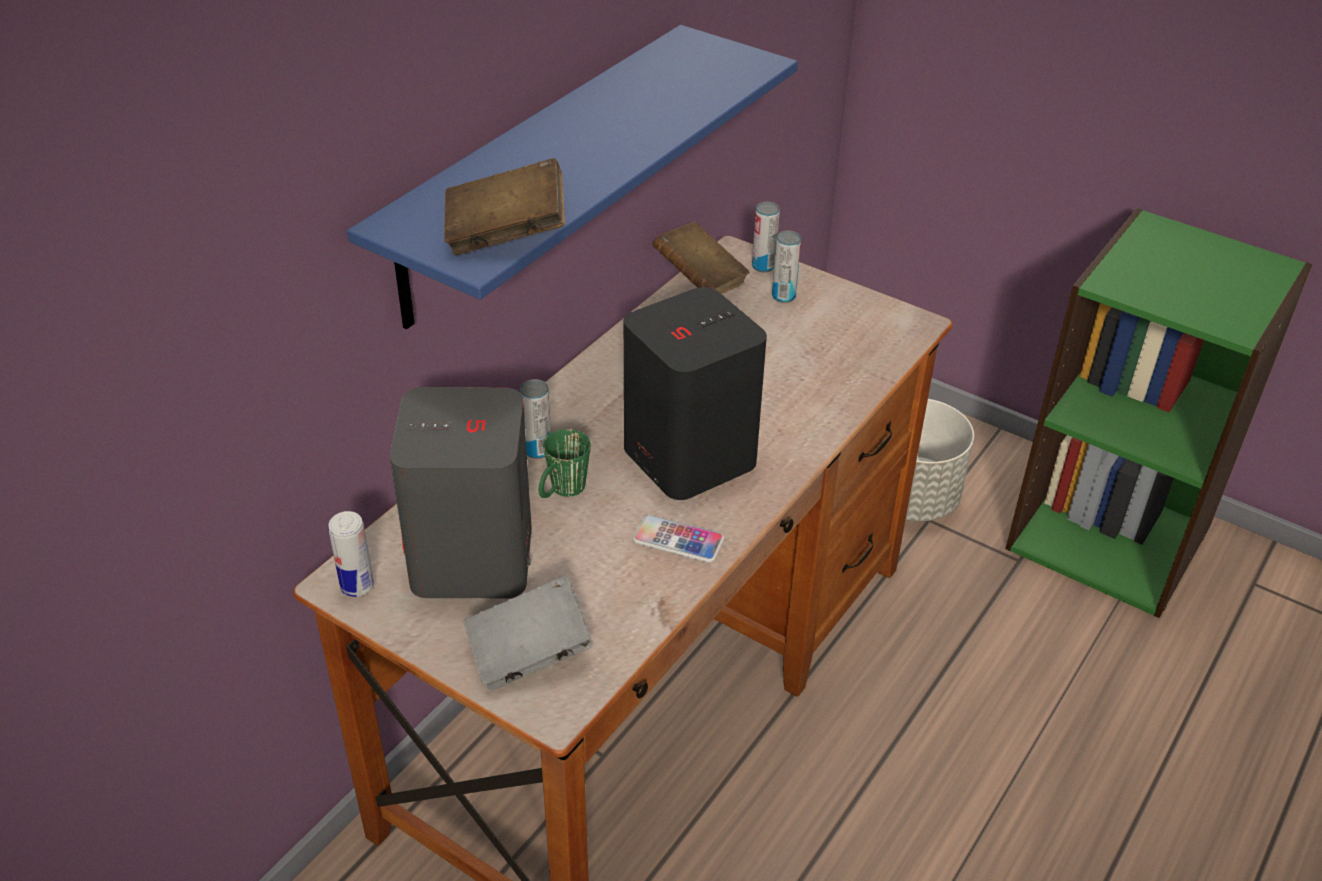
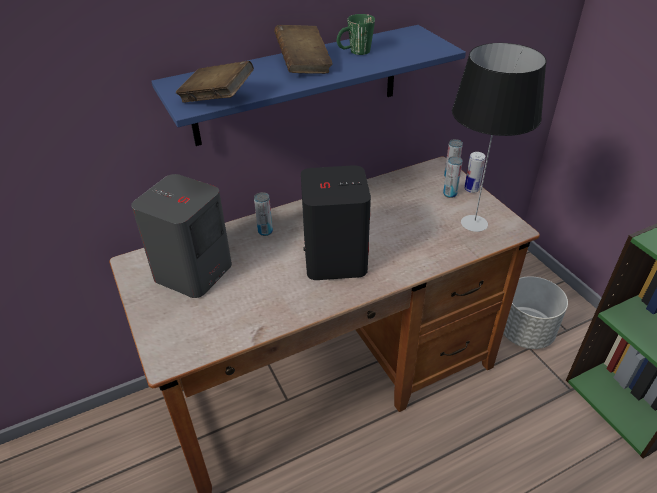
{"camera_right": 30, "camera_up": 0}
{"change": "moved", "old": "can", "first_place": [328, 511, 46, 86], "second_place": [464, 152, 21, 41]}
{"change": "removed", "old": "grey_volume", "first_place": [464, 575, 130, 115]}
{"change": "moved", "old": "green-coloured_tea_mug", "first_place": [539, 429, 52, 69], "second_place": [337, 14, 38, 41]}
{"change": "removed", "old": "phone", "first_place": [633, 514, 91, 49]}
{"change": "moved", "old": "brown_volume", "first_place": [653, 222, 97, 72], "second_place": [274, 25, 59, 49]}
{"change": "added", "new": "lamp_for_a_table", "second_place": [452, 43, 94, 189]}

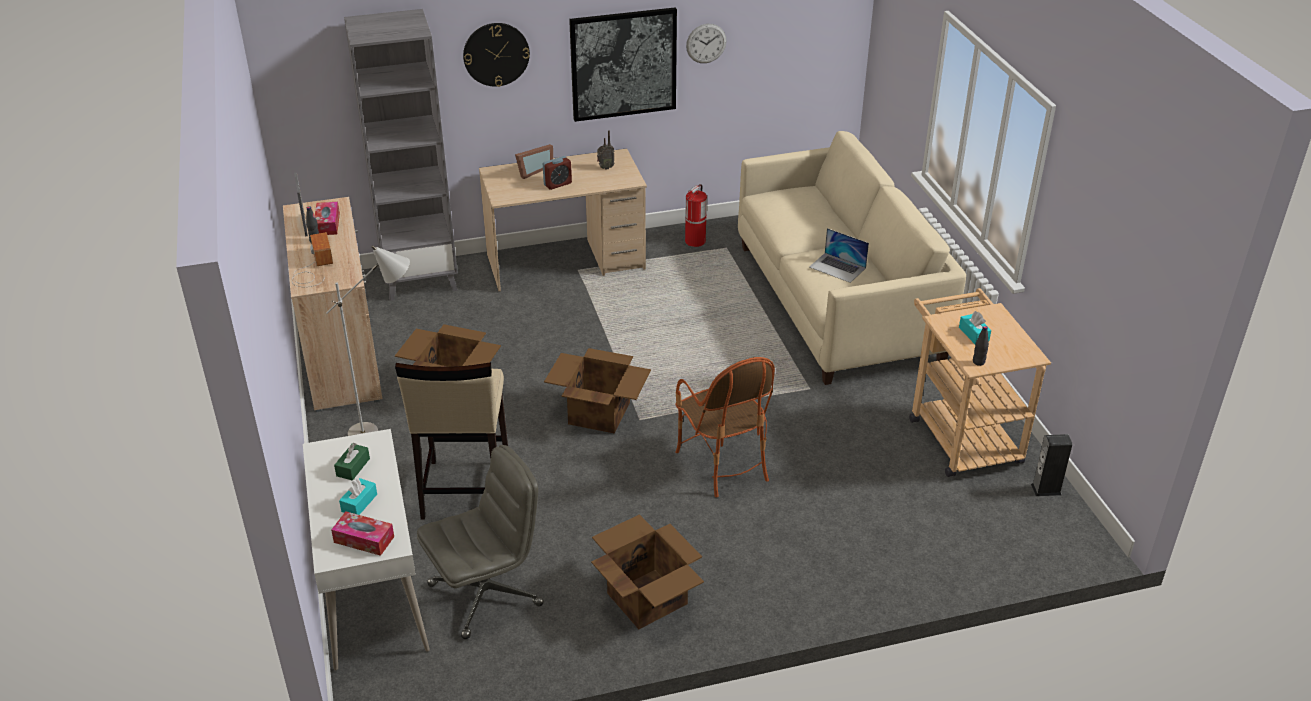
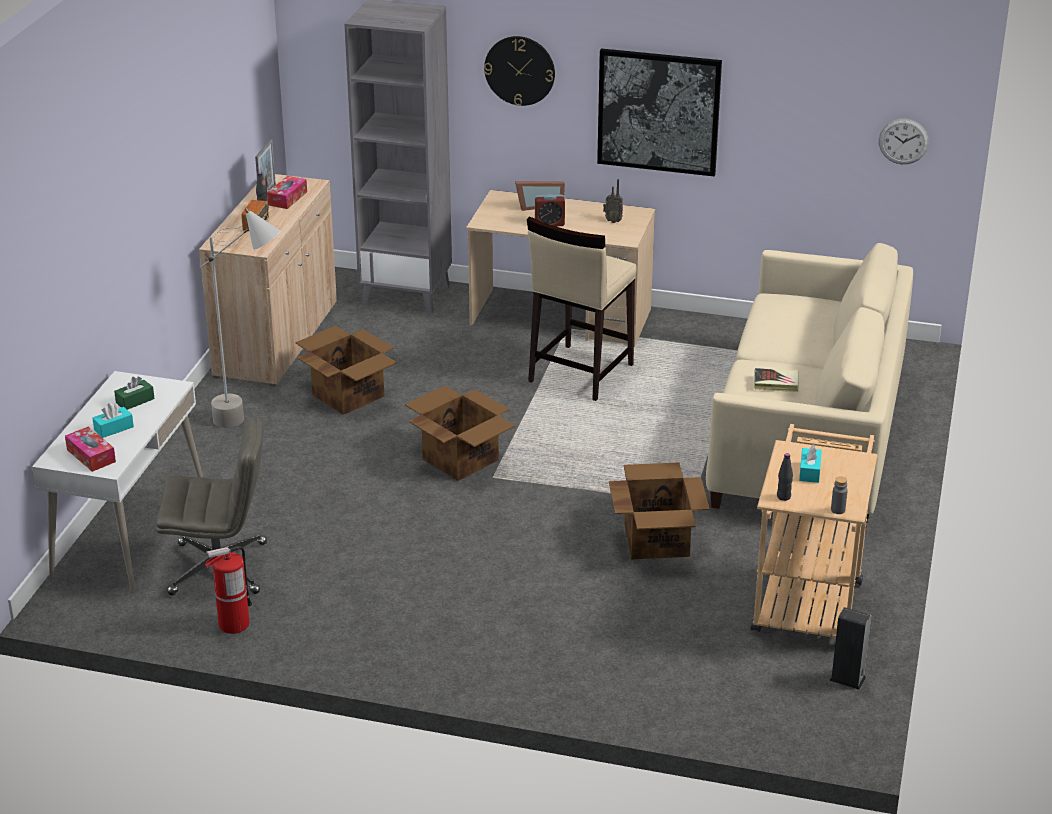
{"camera_right": 30, "camera_up": -5}
{"change": "moved", "old": "sand-coloured_stool_seat", "first_place": [395, 362, 113, 157], "second_place": [527, 216, 110, 185]}
{"change": "moved", "old": "cardboard_box", "first_place": [591, 514, 113, 115], "second_place": [609, 462, 101, 97]}
{"change": "removed", "old": "lounge_chair", "first_place": [675, 357, 100, 141]}
{"change": "moved", "old": "fire_extinguisher", "first_place": [685, 184, 22, 63], "second_place": [205, 547, 47, 87]}
{"change": "moved", "old": "hanging_clock", "first_place": [686, 24, 41, 39], "second_place": [879, 119, 50, 45]}
{"change": "replaced", "old": "notebook_computer", "new": "volume", "first_place": [809, 228, 60, 55], "second_place": [754, 368, 45, 24]}
{"change": "added", "new": "grey_bottle", "second_place": [831, 476, 17, 38]}

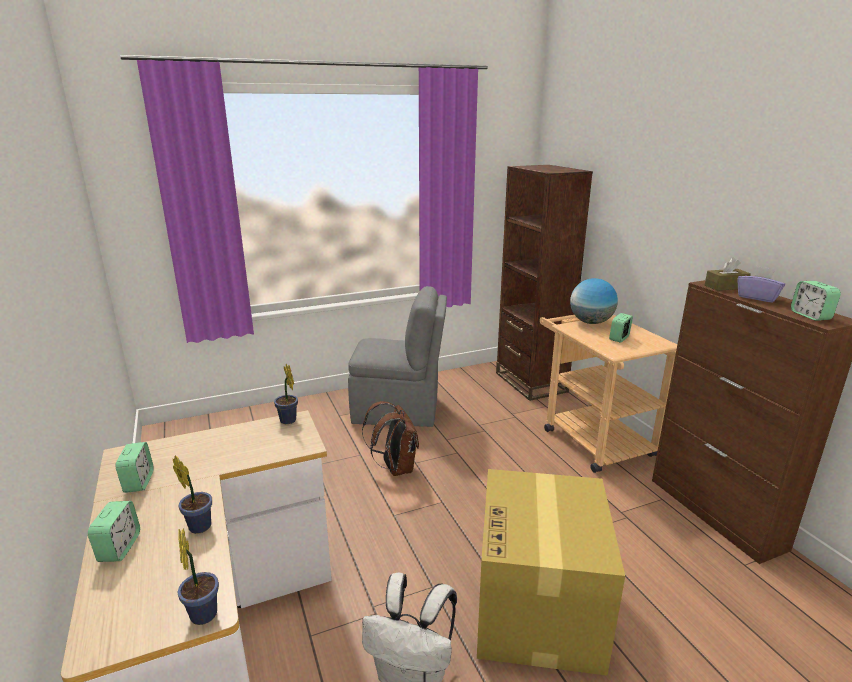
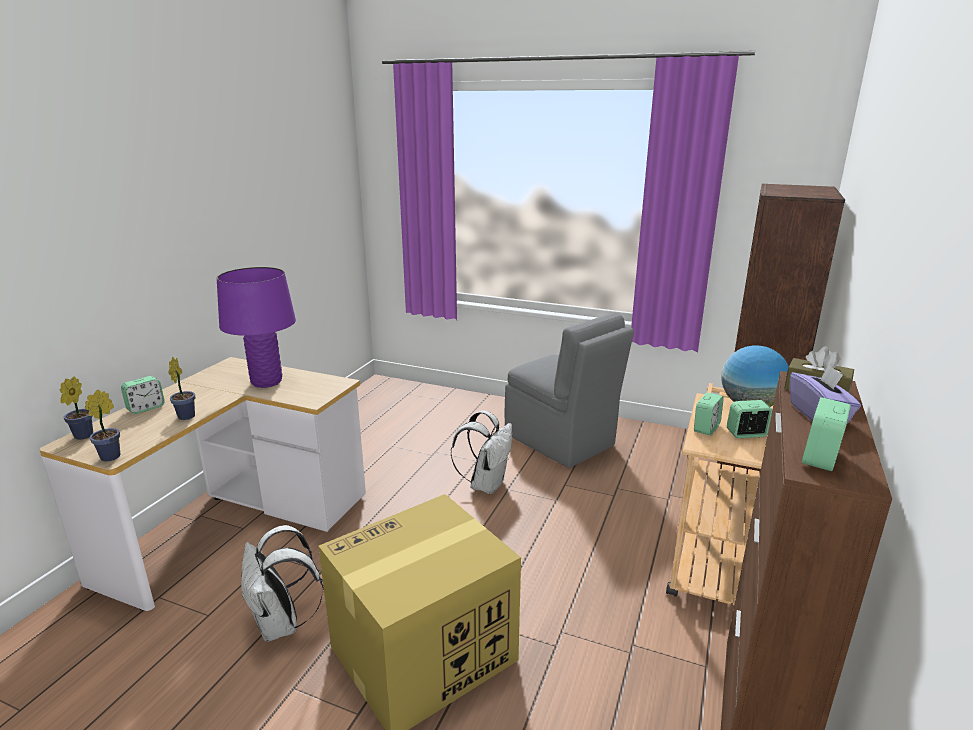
{"camera_right": 45, "camera_up": 0}
{"change": "moved", "old": "alarm_clock", "first_place": [116, 442, 38, 51], "second_place": [694, 393, 30, 42]}
{"change": "moved", "old": "houseplant", "first_place": [274, 364, 24, 60], "second_place": [60, 376, 33, 64]}
{"change": "recoloured", "old": "brown_rucksack", "new": "white_rucksack", "first_place": [362, 401, 57, 75], "second_place": [451, 410, 61, 84]}
{"change": "added", "new": "purple-coloured_lamp_for_a_table", "second_place": [217, 267, 79, 121]}

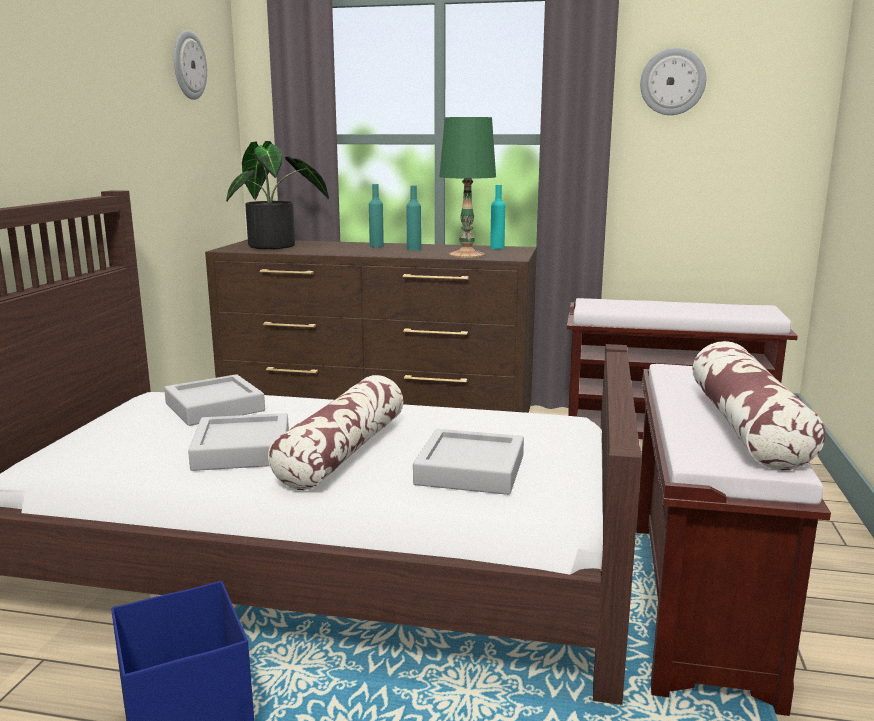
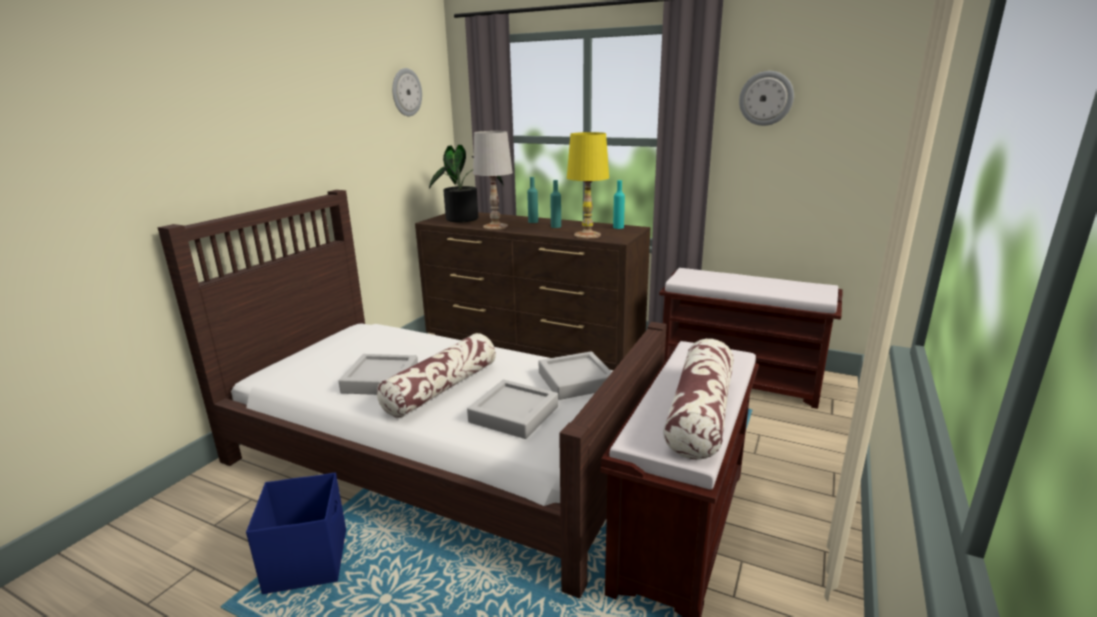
{"camera_right": 15, "camera_up": 5}
{"change": "moved", "old": "grey_tray", "first_place": [164, 374, 101, 52], "second_place": [538, 351, 74, 49]}
{"change": "recoloured", "old": "green-coloured_lamp_for_a_table", "new": "yellow_lamp_for_a_table", "first_place": [439, 117, 57, 141], "second_place": [567, 132, 42, 107]}
{"change": "added", "new": "white_lamp_for_a_table", "second_place": [473, 131, 40, 99]}

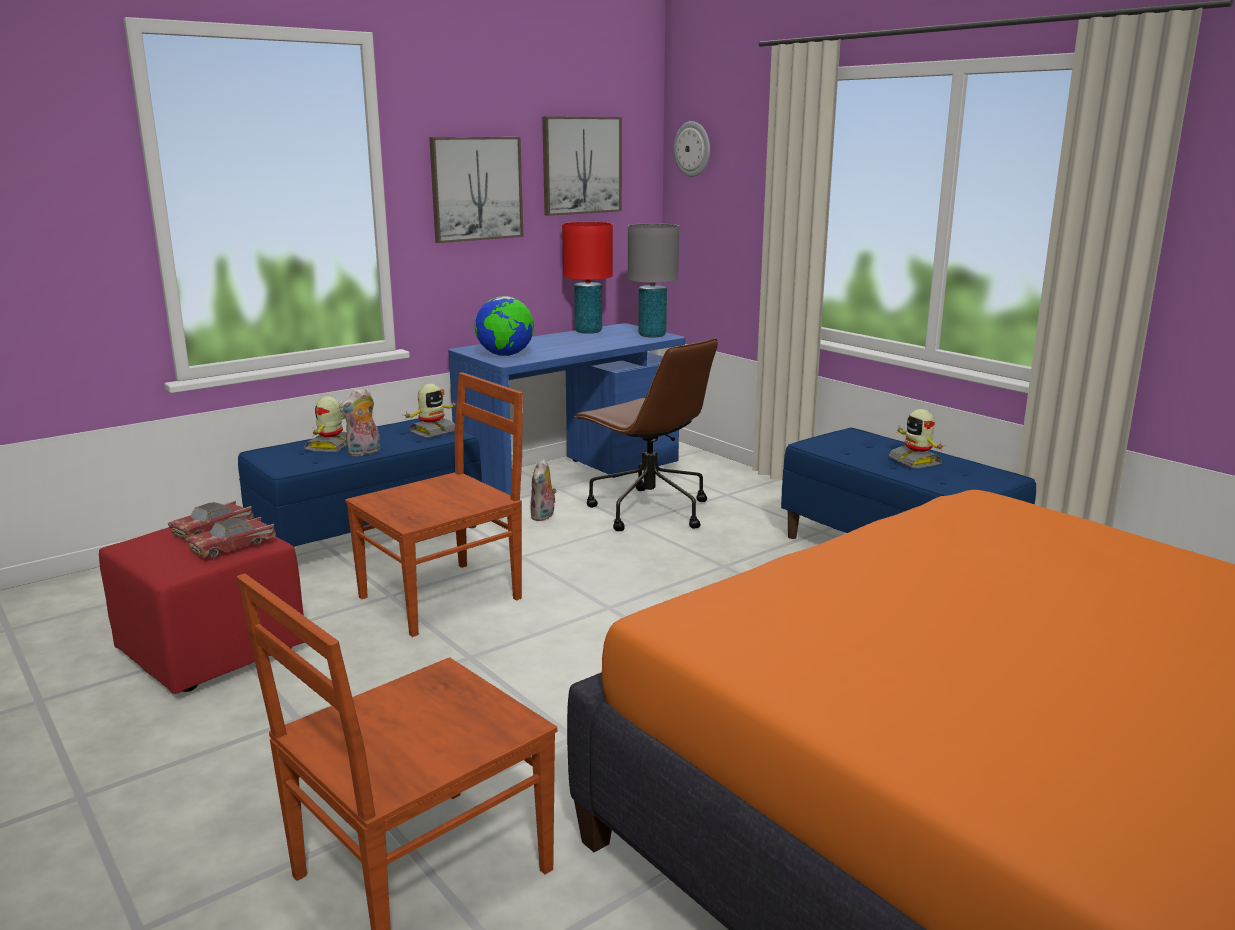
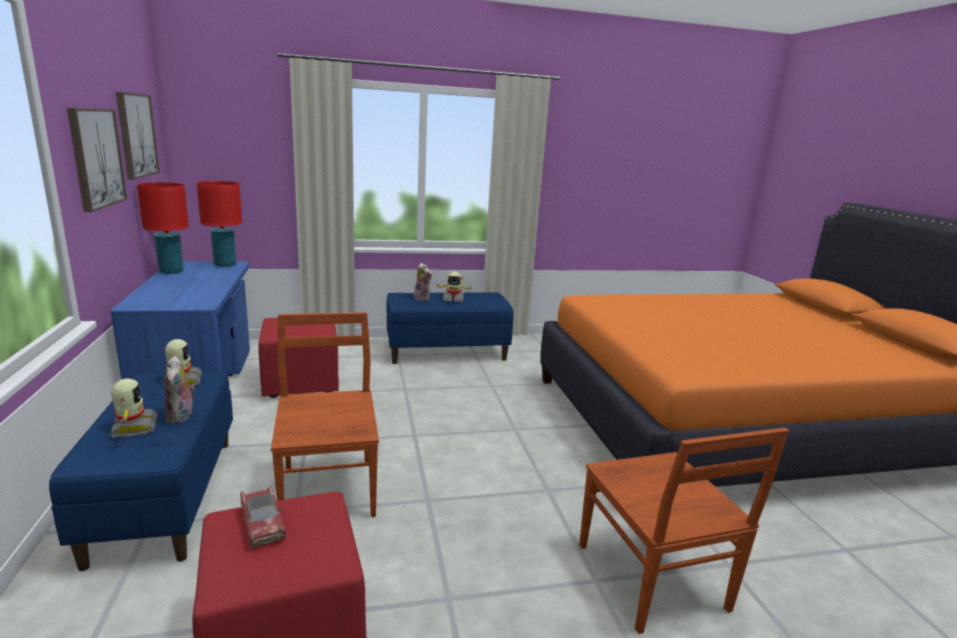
{"camera_right": -65, "camera_up": 0}
{"change": "removed", "old": "toy_car", "first_place": [185, 517, 91, 41]}
{"change": "turned", "old": "toy_robot", "first_place": [304, 396, 43, 56], "second_place": [110, 379, 48, 59], "degrees": -150}
{"change": "removed", "old": "world_globe", "first_place": [474, 296, 60, 60]}
{"change": "moved", "old": "soft_toy", "first_place": [530, 458, 27, 63], "second_place": [414, 263, 18, 38]}
{"change": "replaced", "old": "brown_office_chair", "new": "red_ottoman", "first_place": [574, 338, 144, 193], "second_place": [259, 318, 80, 80]}
{"change": "recoloured", "old": "grey_lamp_for_a_table", "new": "red_lamp_for_a_table", "first_place": [628, 223, 51, 115], "second_place": [196, 181, 46, 86]}
{"change": "removed", "old": "hanging_clock", "first_place": [674, 121, 36, 56]}

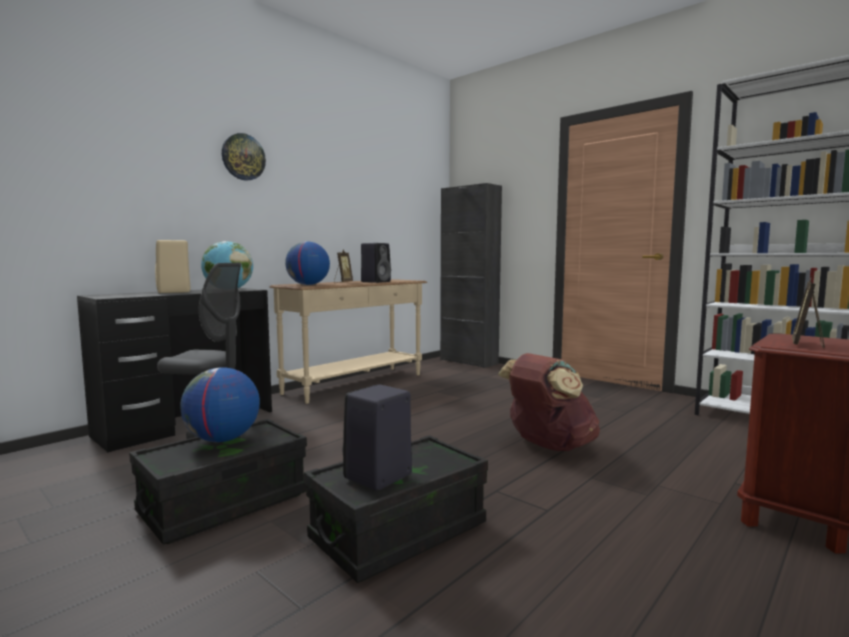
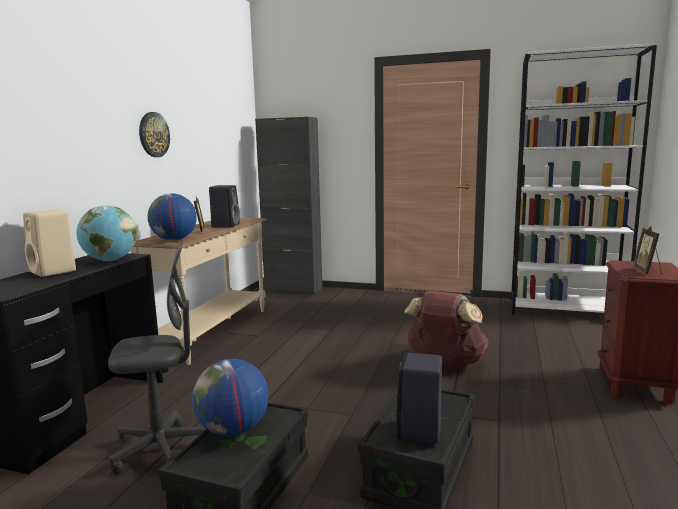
{"camera_right": -25, "camera_up": 5}
{"change": "moved", "old": "hanging_clock", "first_place": [222, 133, 44, 48], "second_place": [139, 112, 31, 45]}

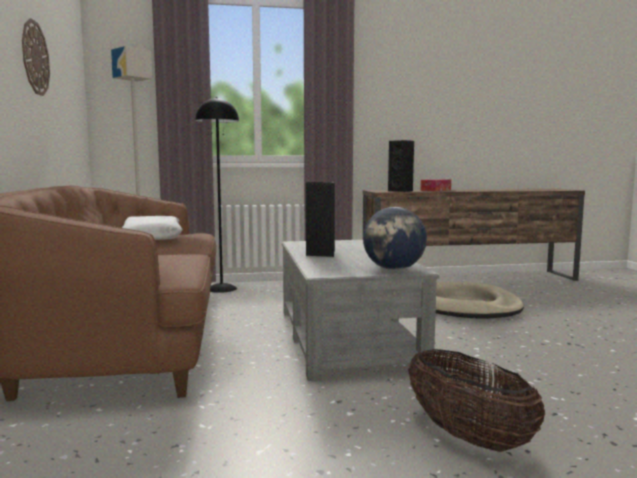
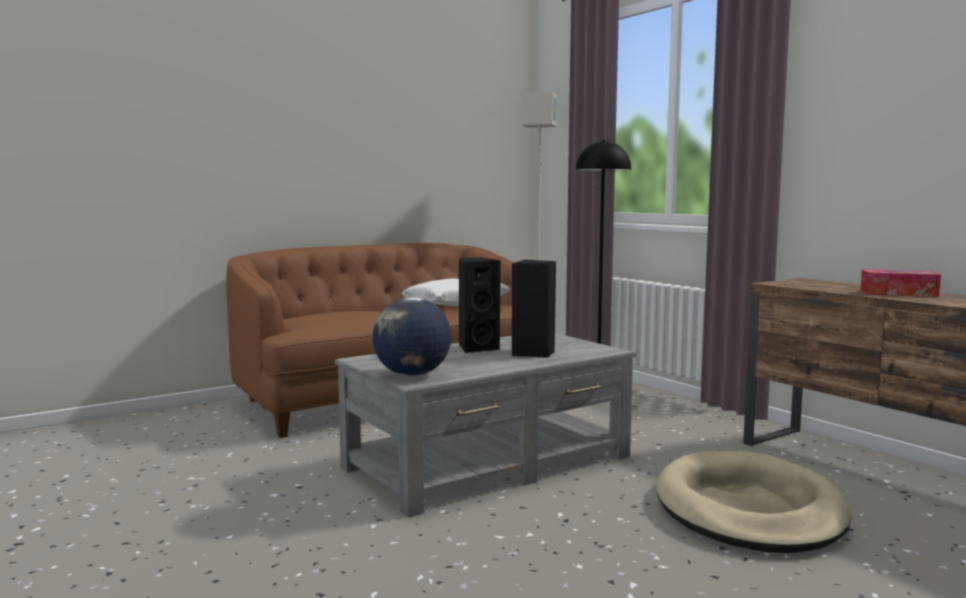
{"camera_right": 65, "camera_up": 0}
{"change": "removed", "old": "hanging_clock", "first_place": [22, 18, 28, 78]}
{"change": "moved", "old": "blackish_speaker", "first_place": [388, 140, 26, 52], "second_place": [512, 260, 44, 98]}
{"change": "removed", "old": "storage_basket", "first_place": [408, 349, 137, 103]}

